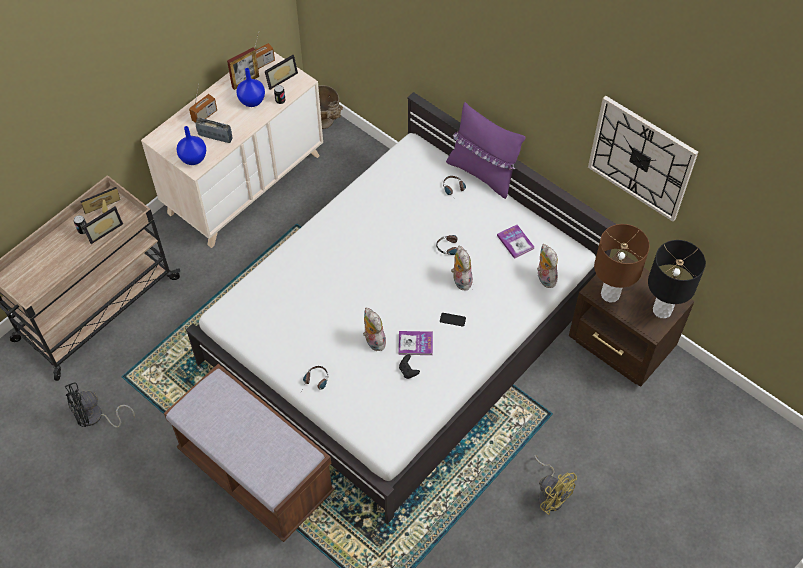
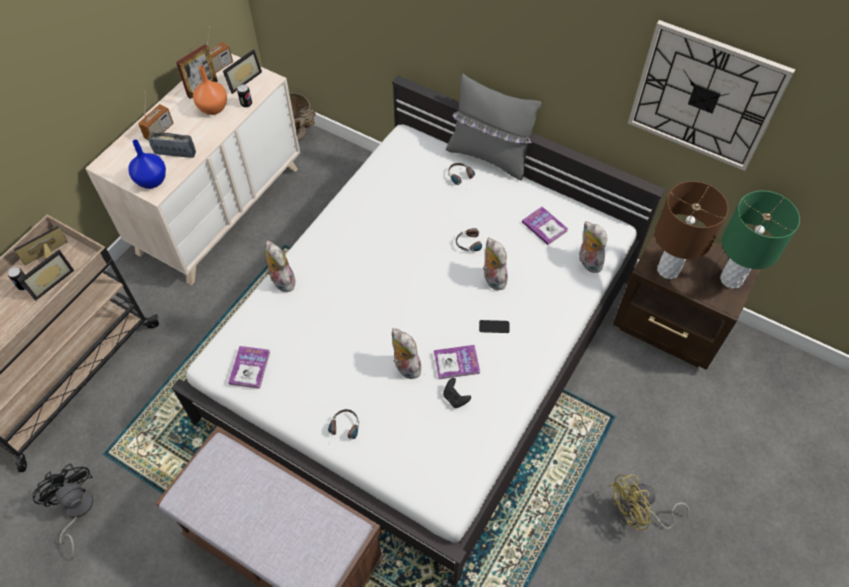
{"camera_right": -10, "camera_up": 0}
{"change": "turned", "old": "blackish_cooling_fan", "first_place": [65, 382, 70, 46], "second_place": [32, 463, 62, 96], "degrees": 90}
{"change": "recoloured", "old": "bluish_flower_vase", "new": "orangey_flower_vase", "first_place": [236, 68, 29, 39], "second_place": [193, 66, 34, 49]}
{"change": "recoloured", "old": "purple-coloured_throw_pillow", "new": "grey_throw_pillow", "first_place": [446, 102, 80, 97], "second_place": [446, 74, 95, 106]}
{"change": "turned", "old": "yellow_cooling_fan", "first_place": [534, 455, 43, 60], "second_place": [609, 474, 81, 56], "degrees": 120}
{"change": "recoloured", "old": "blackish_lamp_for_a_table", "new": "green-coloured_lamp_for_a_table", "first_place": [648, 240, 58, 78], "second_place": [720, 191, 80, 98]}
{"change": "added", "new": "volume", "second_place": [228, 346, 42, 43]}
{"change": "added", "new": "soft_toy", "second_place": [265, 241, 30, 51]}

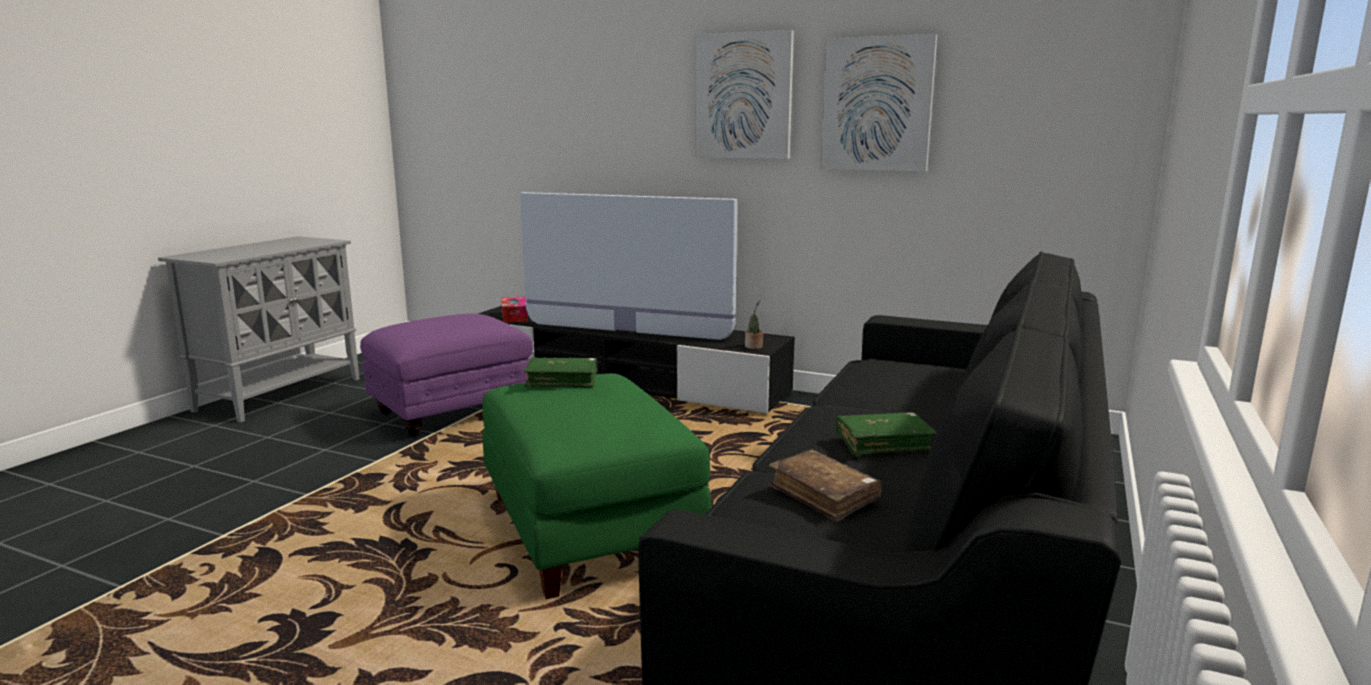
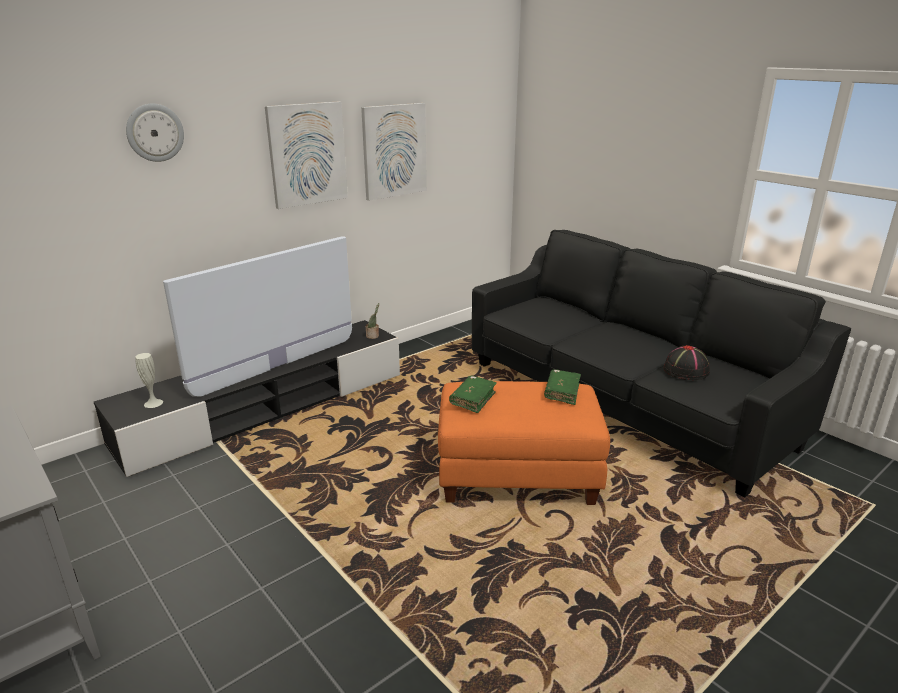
{"camera_right": -65, "camera_up": 10}
{"change": "removed", "old": "purple-coloured_ottoman", "first_place": [360, 313, 174, 123]}
{"change": "recoloured", "old": "green-coloured_ottoman", "new": "orangey_ottoman", "first_place": [482, 373, 229, 226], "second_place": [438, 381, 172, 124]}
{"change": "replaced", "old": "tissue_holder", "new": "white_flower_vase", "first_place": [501, 297, 27, 26], "second_place": [135, 353, 28, 55]}
{"change": "replaced", "old": "brown_volume", "new": "blackish_hat", "first_place": [769, 449, 113, 73], "second_place": [663, 345, 47, 35]}
{"change": "moved", "old": "green-coloured_volume", "first_place": [836, 412, 101, 44], "second_place": [544, 369, 37, 36]}
{"change": "added", "new": "hanging_clock", "second_place": [126, 103, 58, 59]}

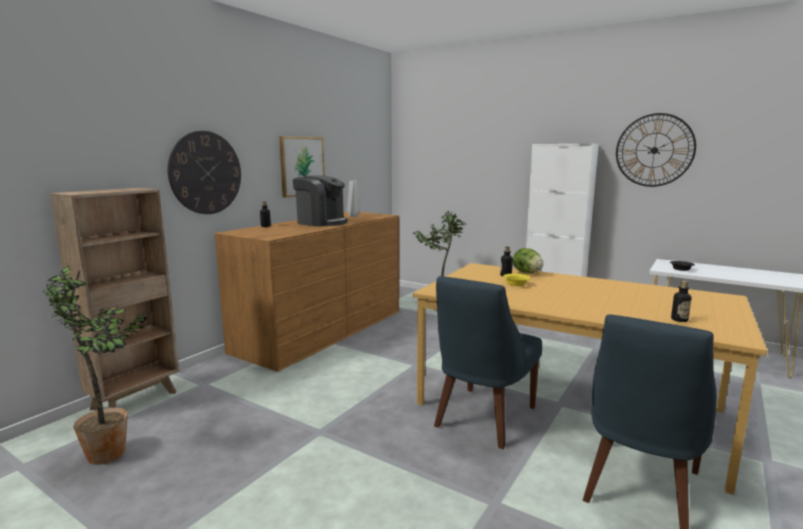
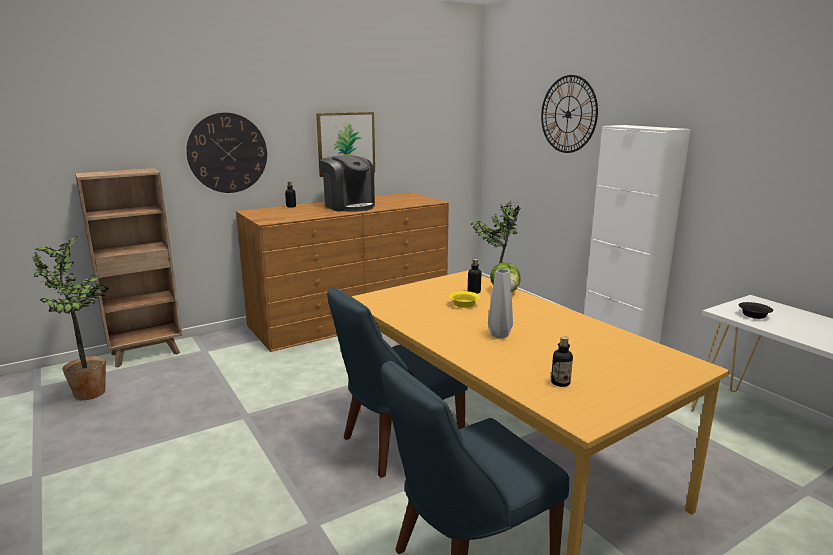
{"camera_right": 25, "camera_up": 5}
{"change": "moved", "old": "grey_flower_vase", "first_place": [347, 181, 13, 36], "second_place": [488, 269, 25, 70]}
{"change": "moved", "old": "hanging_clock", "first_place": [616, 113, 80, 74], "second_place": [541, 75, 57, 78]}

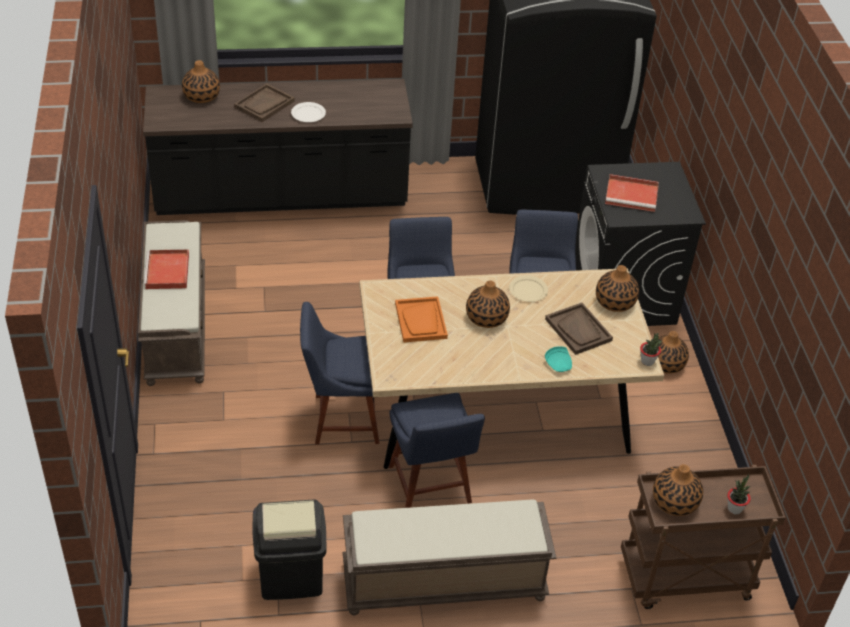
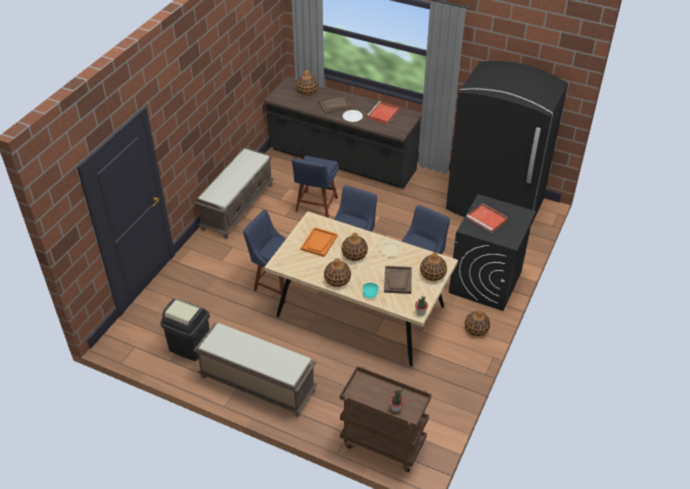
{"camera_right": 35, "camera_up": 0}
{"change": "moved", "old": "red_tray", "first_place": [143, 249, 46, 40], "second_place": [367, 101, 32, 23]}
{"change": "moved", "old": "bluish_plain_chair", "first_place": [389, 393, 96, 115], "second_place": [292, 156, 47, 62]}
{"change": "moved", "old": "flower_vase", "first_place": [653, 464, 50, 52], "second_place": [324, 258, 27, 29]}

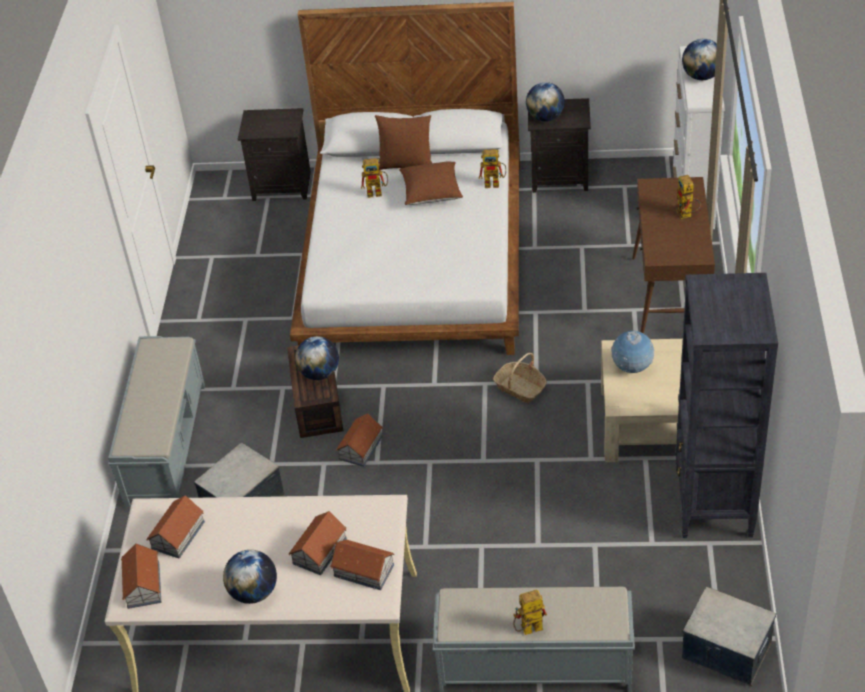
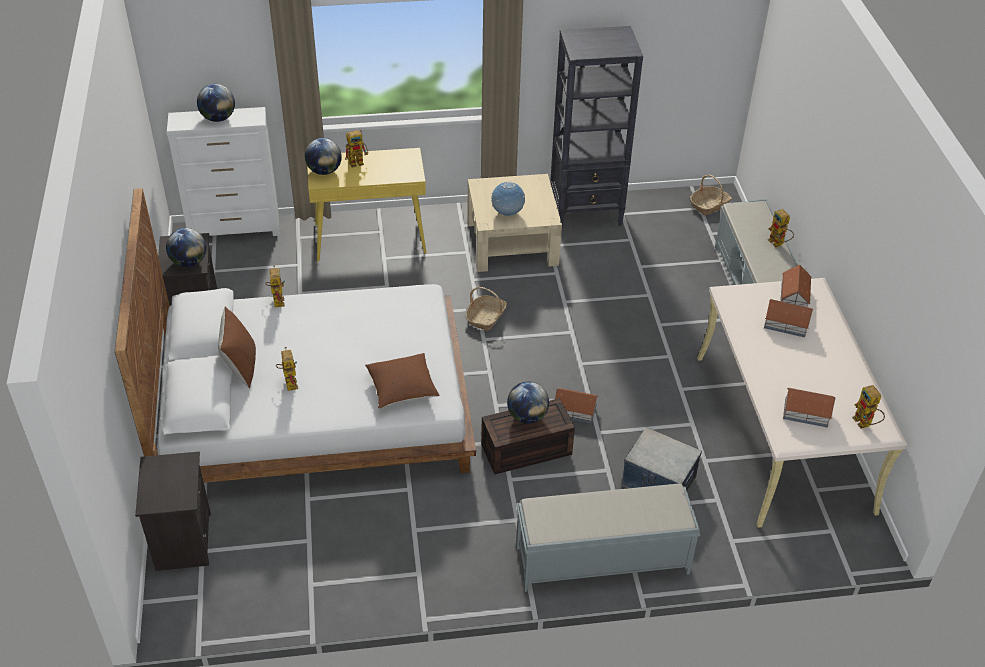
{"camera_right": -105, "camera_up": 0}
{"change": "replaced", "old": "miniature_house", "new": "toy_robot", "first_place": [121, 544, 40, 65], "second_place": [852, 385, 33, 44]}
{"change": "moved", "old": "world_globe", "first_place": [223, 550, 54, 54], "second_place": [305, 138, 37, 37]}
{"change": "moved", "old": "brown_throw_pillow", "first_place": [399, 162, 64, 43], "second_place": [365, 353, 75, 56]}
{"change": "recoloured", "old": "brown_console_table", "new": "yellow_console_table", "first_place": [632, 177, 83, 157], "second_place": [307, 148, 120, 114]}
{"change": "replaced", "old": "storage_container", "new": "storage_basket", "first_place": [682, 587, 94, 99], "second_place": [690, 175, 42, 40]}

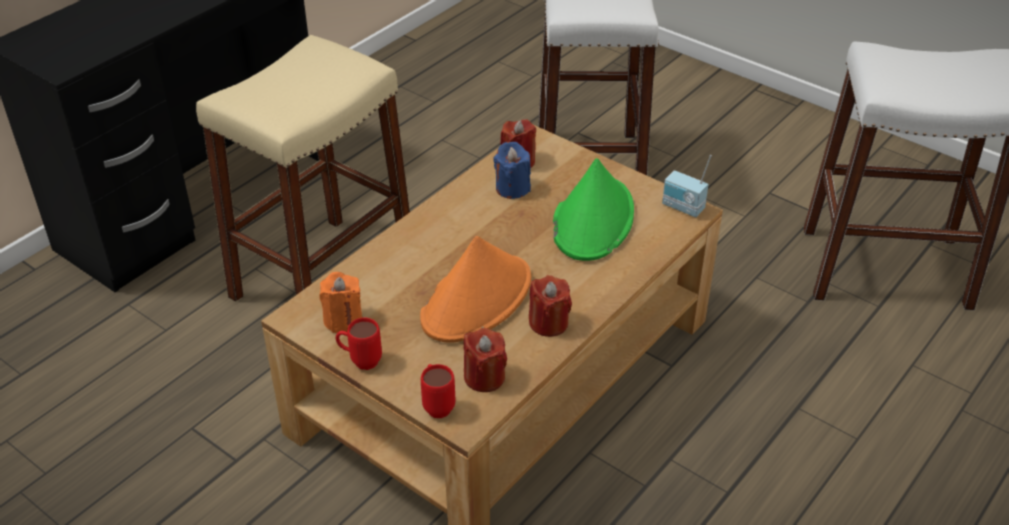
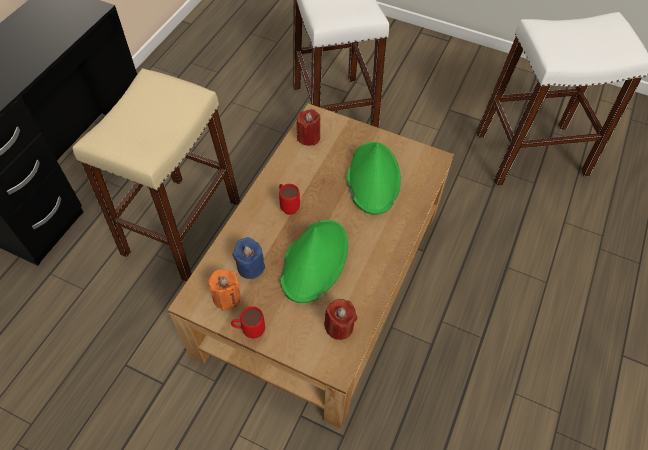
{"camera_right": -15, "camera_up": 15}
{"change": "recoloured", "old": "orangey_hat", "new": "green-coloured_hat", "first_place": [420, 236, 111, 107], "second_place": [280, 220, 68, 83]}
{"change": "moved", "old": "red_tea_mug", "first_place": [421, 364, 34, 54], "second_place": [279, 184, 21, 31]}
{"change": "moved", "old": "bluish_wax_light", "first_place": [493, 142, 38, 57], "second_place": [233, 237, 32, 42]}
{"change": "removed", "old": "red_wax_light", "first_place": [529, 275, 43, 62]}
{"change": "removed", "old": "radio", "first_place": [662, 155, 50, 62]}

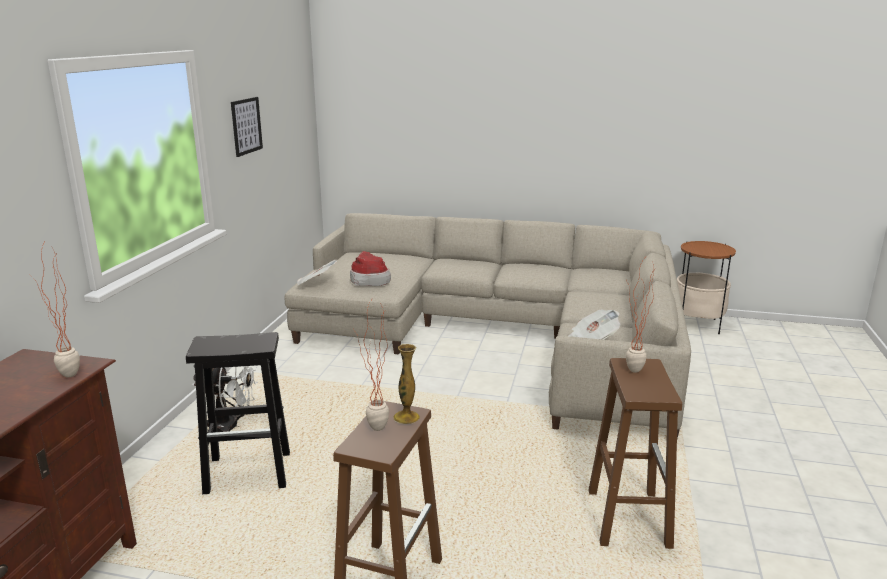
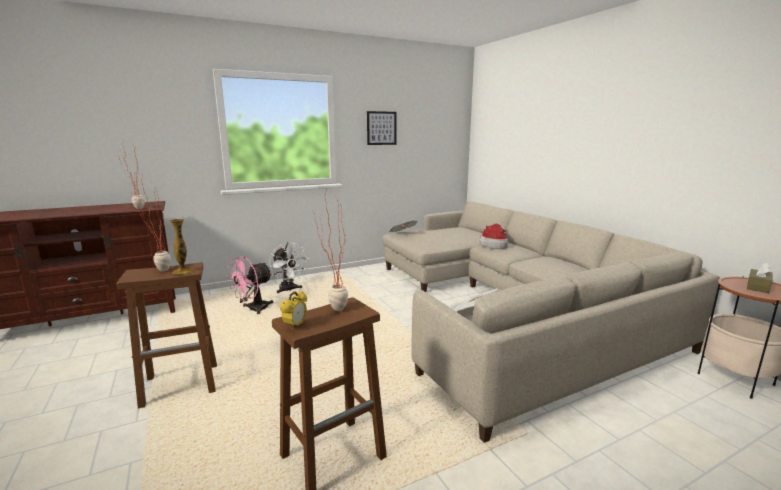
{"camera_right": 50, "camera_up": -5}
{"change": "replaced", "old": "blackish_stool_seat", "new": "pink_cooling_fan", "first_place": [186, 332, 104, 162], "second_place": [227, 256, 46, 58]}
{"change": "moved", "old": "hat", "first_place": [350, 251, 41, 35], "second_place": [479, 224, 29, 25]}
{"change": "added", "new": "alarm_clock", "second_place": [280, 291, 27, 39]}
{"change": "added", "new": "brown_tissue_holder", "second_place": [747, 262, 25, 31]}

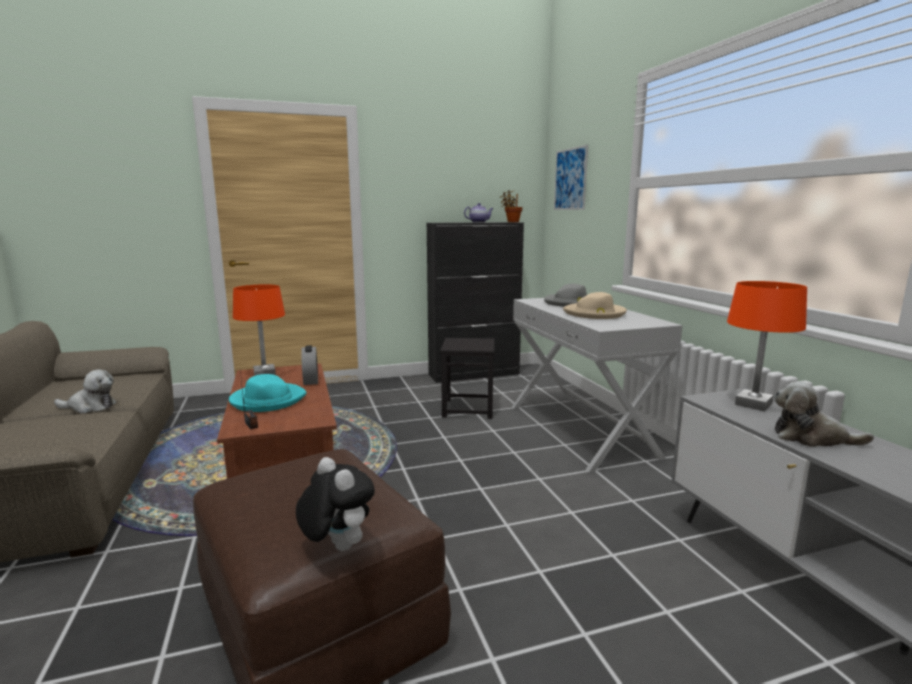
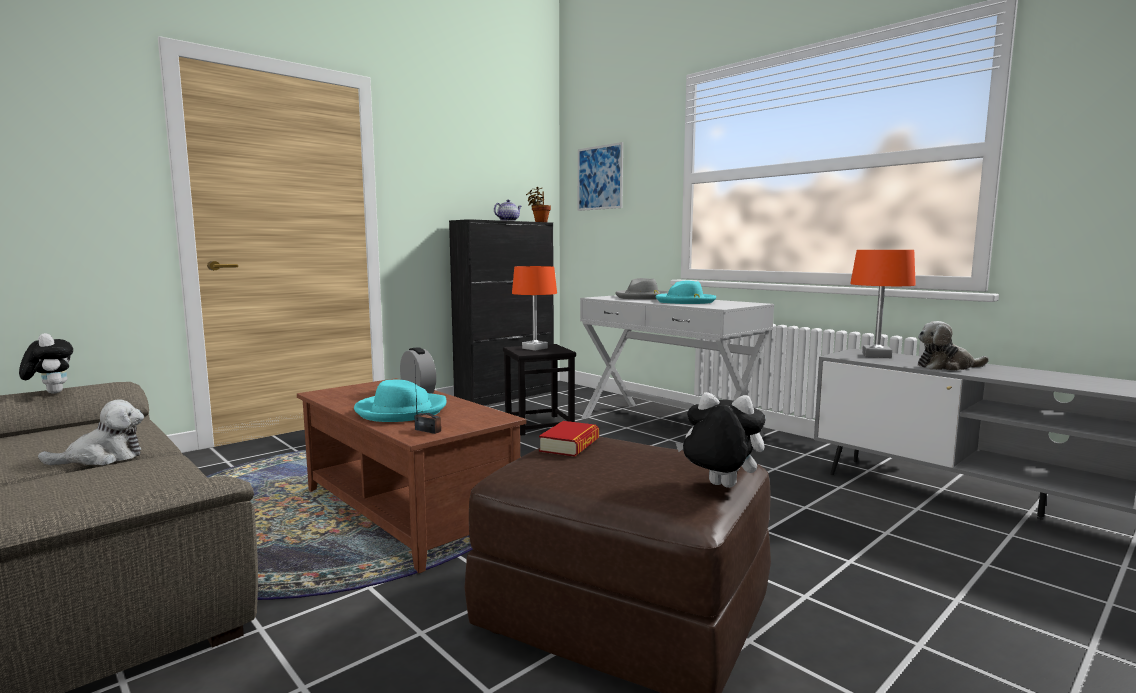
{"camera_right": -25, "camera_up": -5}
{"change": "moved", "old": "orangey_lamp_for_a_table", "first_place": [233, 284, 52, 92], "second_place": [512, 266, 45, 85]}
{"change": "recoloured", "old": "sand-coloured_hat", "new": "turquoise-coloured_hat", "first_place": [563, 292, 64, 27], "second_place": [656, 280, 60, 24]}
{"change": "added", "new": "soft_toy", "second_place": [19, 333, 54, 61]}
{"change": "added", "new": "volume", "second_place": [539, 421, 60, 36]}

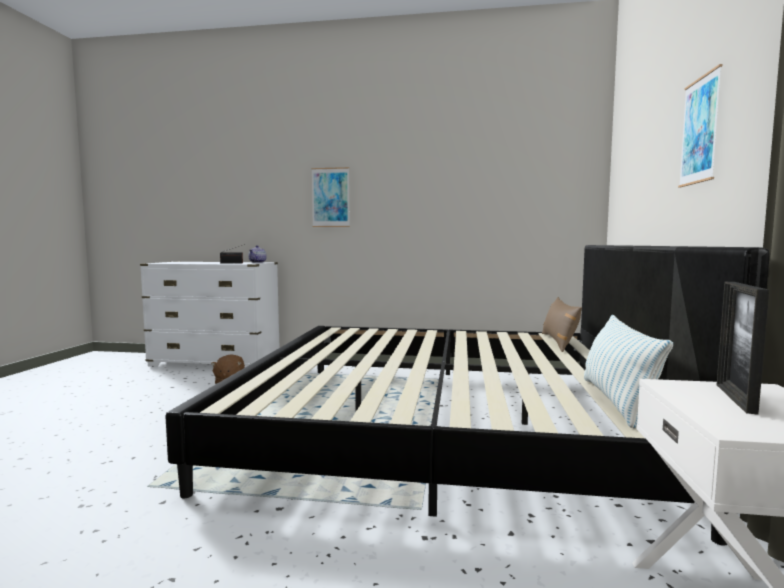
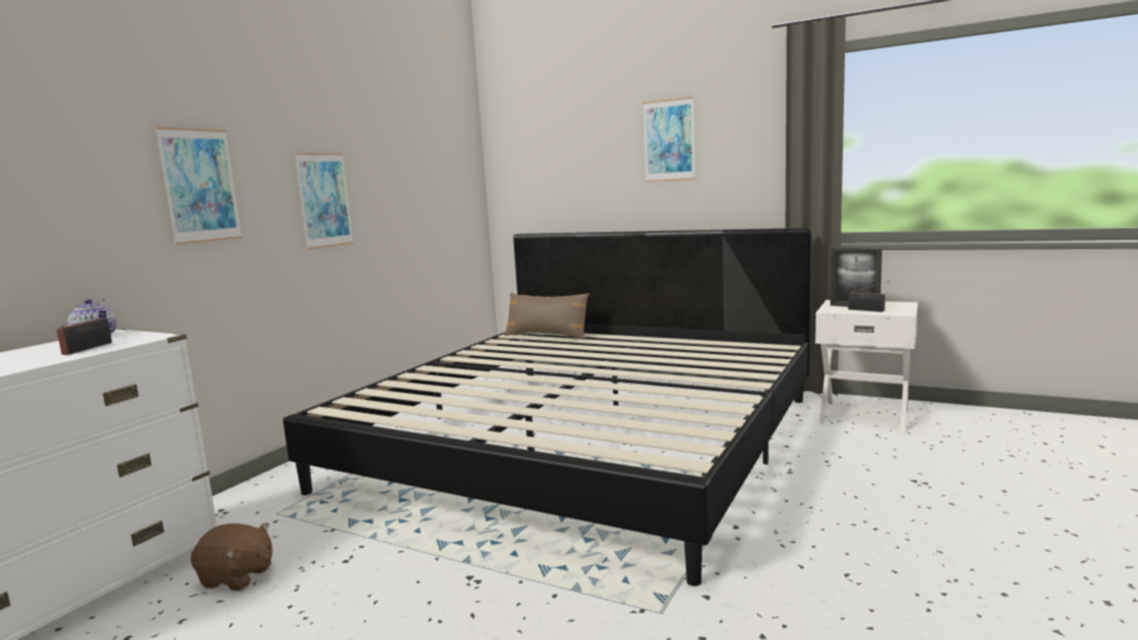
{"camera_right": -70, "camera_up": 5}
{"change": "removed", "old": "throw_pillow", "first_place": [584, 315, 89, 114]}
{"change": "added", "new": "picture", "second_place": [294, 153, 60, 97]}
{"change": "added", "new": "radio", "second_place": [848, 281, 42, 31]}

